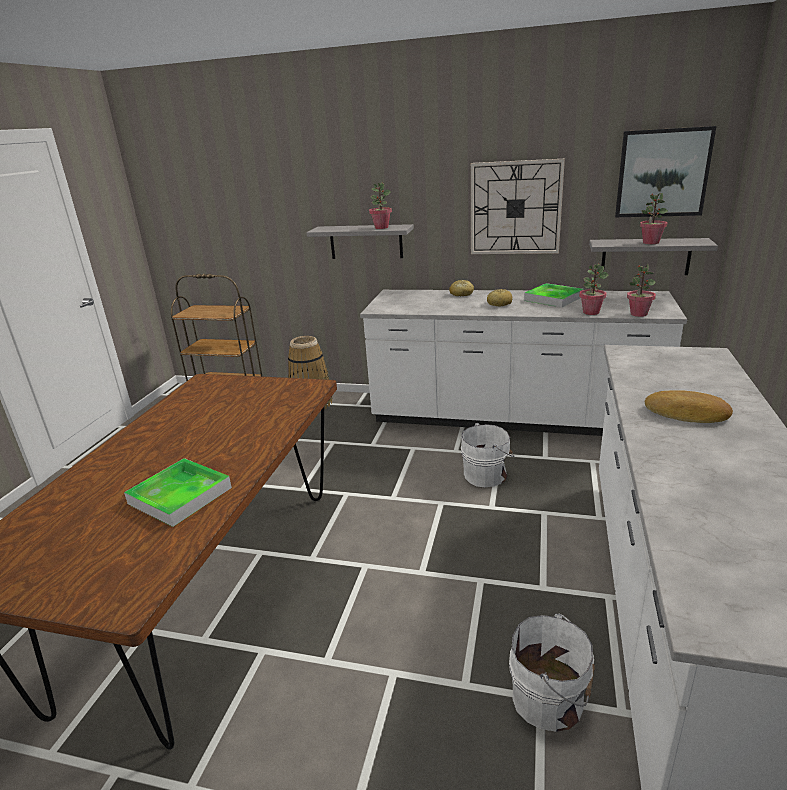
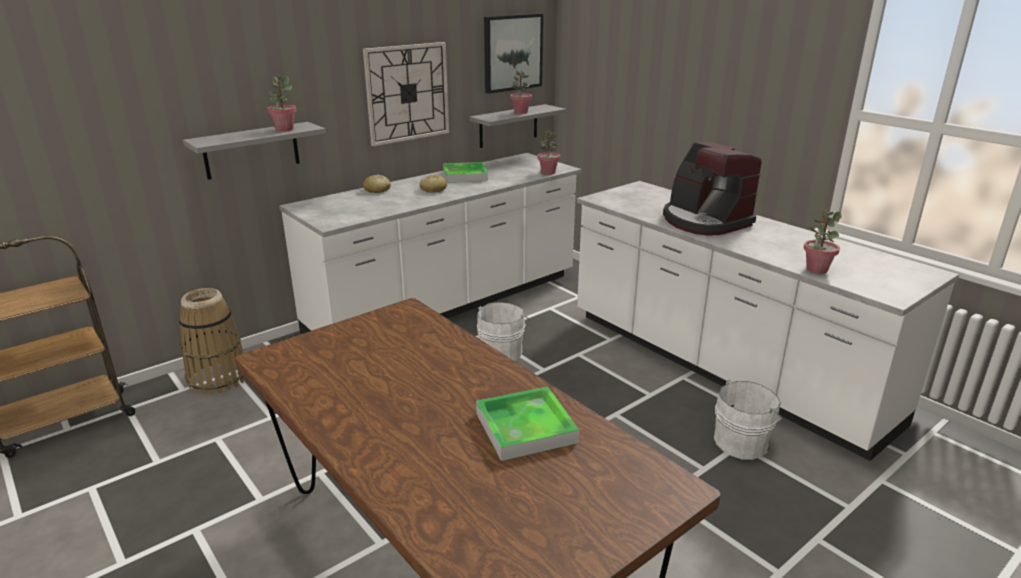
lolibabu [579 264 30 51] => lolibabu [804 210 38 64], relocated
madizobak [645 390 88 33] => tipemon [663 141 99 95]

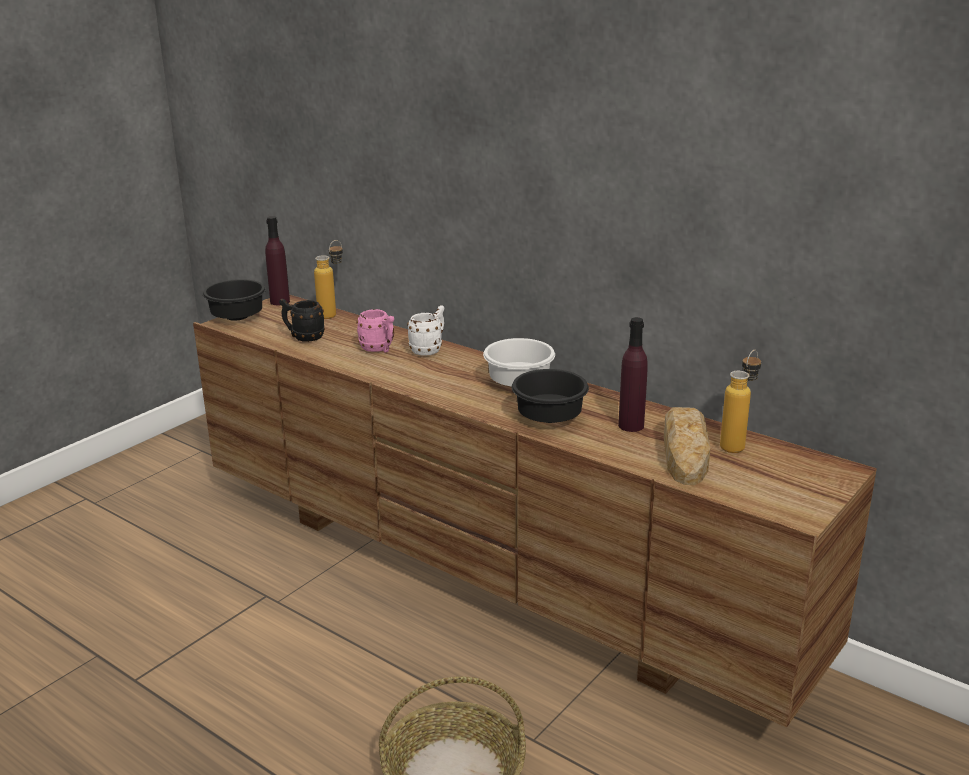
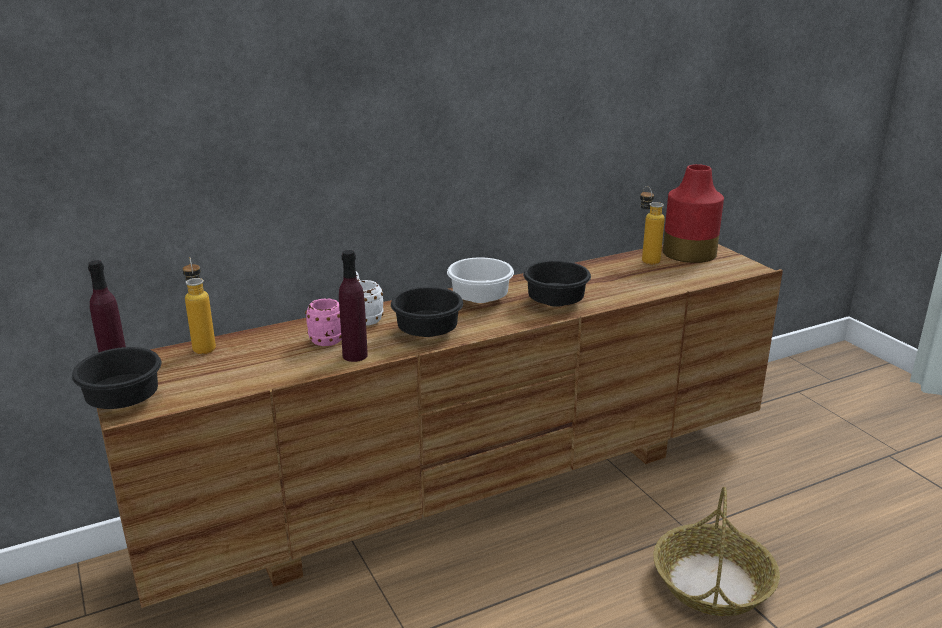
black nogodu [279 299 46 43] => nothing
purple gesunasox [618 317 30 115] => purple gesunasox [339 250 29 112], relocated
madizobak [664 407 47 78] => nothing
nothing => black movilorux [391 287 72 50]
nothing => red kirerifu [663 164 61 99]

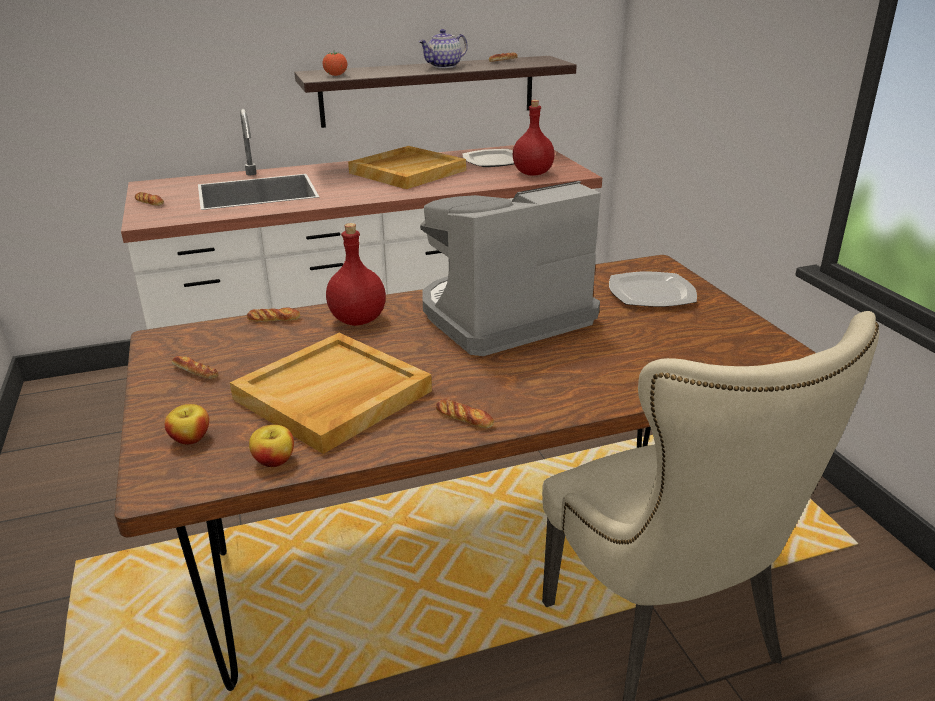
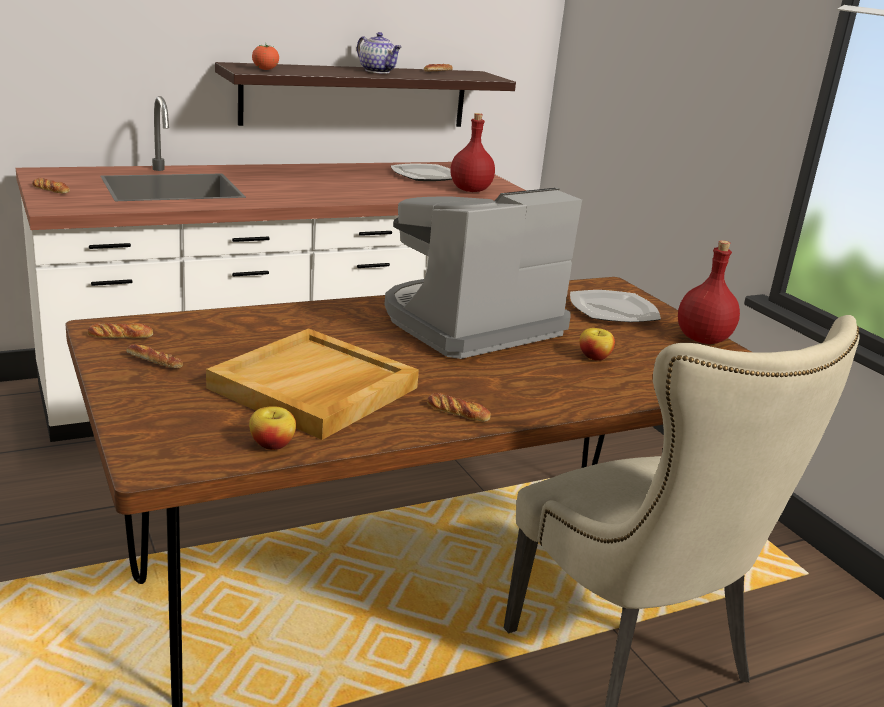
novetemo [165 404 44 40] => novetemo [579 328 36 33], relocated
madizobak [247 307 53 15] => madizobak [88 323 65 15], relocated
red gesunasox [326 223 60 103] => red gesunasox [678 240 62 104], relocated
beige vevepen [348 146 118 43] => nothing
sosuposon [419 29 49 39] => sosuposon [357 32 45 41], 90 degrees counterclockwise

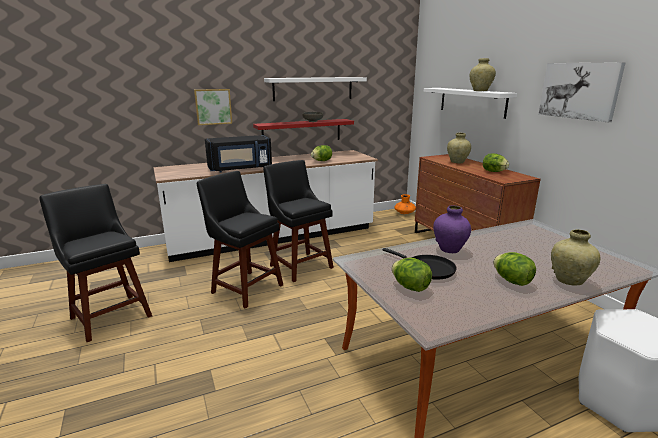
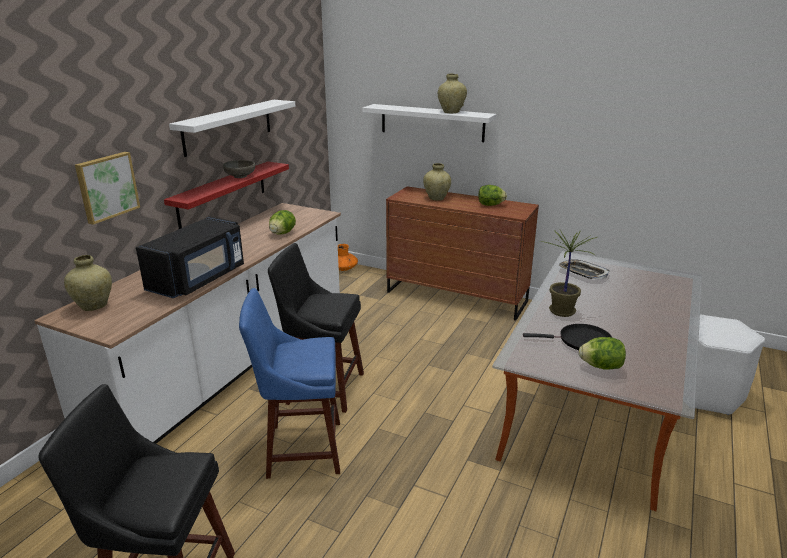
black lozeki [197 171 86 138] => blue lozeki [239 288 101 191]
purple kirerifu [433 206 38 47] => lolibabu [540 230 57 87]
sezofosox [493 252 43 34] => nothing
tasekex [539 62 87 60] => nothing
beige kirerifu [551 229 49 57] => beige kirerifu [64 255 48 56], relocated
nothing => vevepen [559 259 51 20]

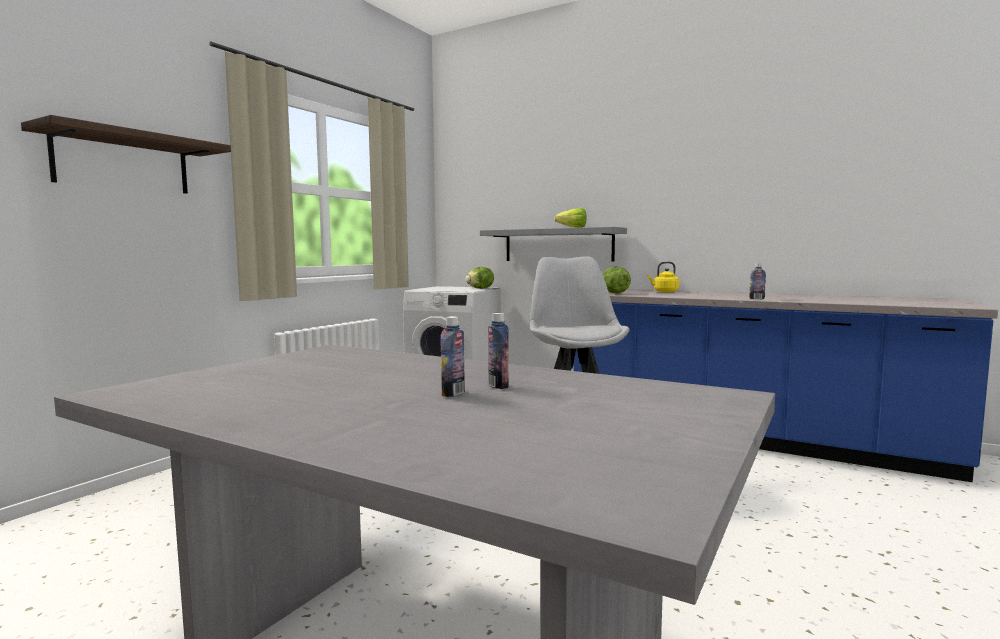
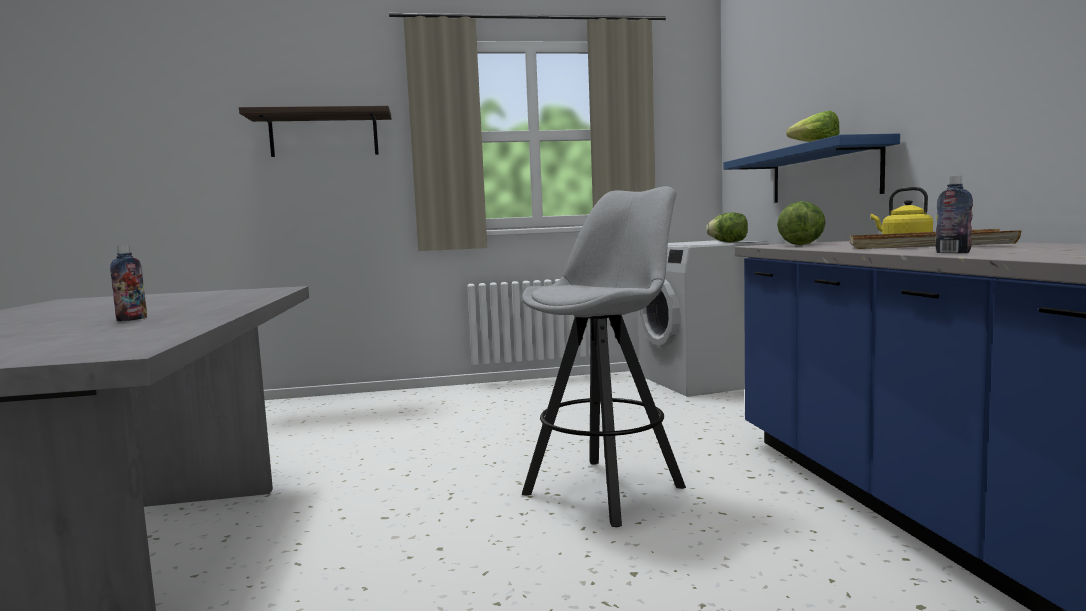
gesunasox [441 316 24 81] => nothing
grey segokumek [480 227 147 34] => blue segokumek [723 133 177 70]
nothing => beige vevepen [850 229 172 20]

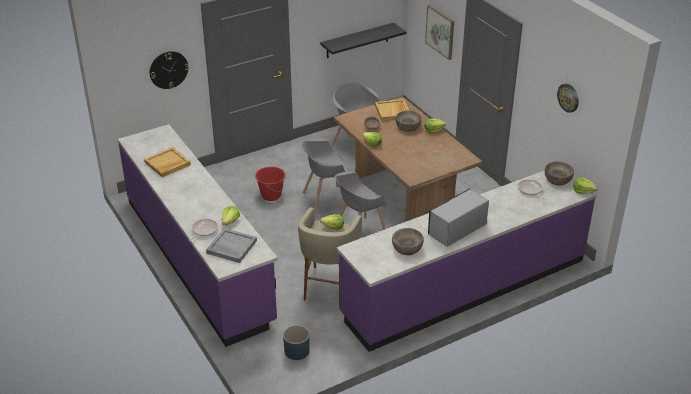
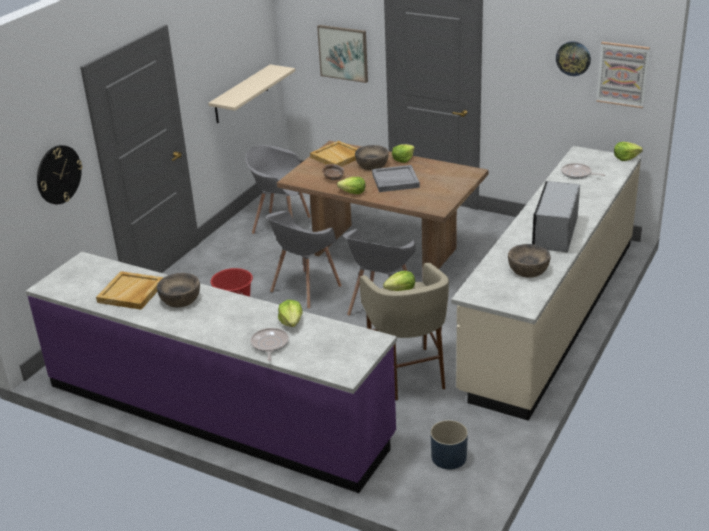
grey vevepen [206 228 51 35] => grey vevepen [372 165 48 27], relocated
black segokumek [320 23 87 35] => beige segokumek [208 64 87 60]
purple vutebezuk [337 170 259 182] => beige vutebezuk [451 146 190 275]
brown movilorux [545 161 29 25] => brown movilorux [157 273 43 35], relocated
nothing => tasekex [596 42 54 66]

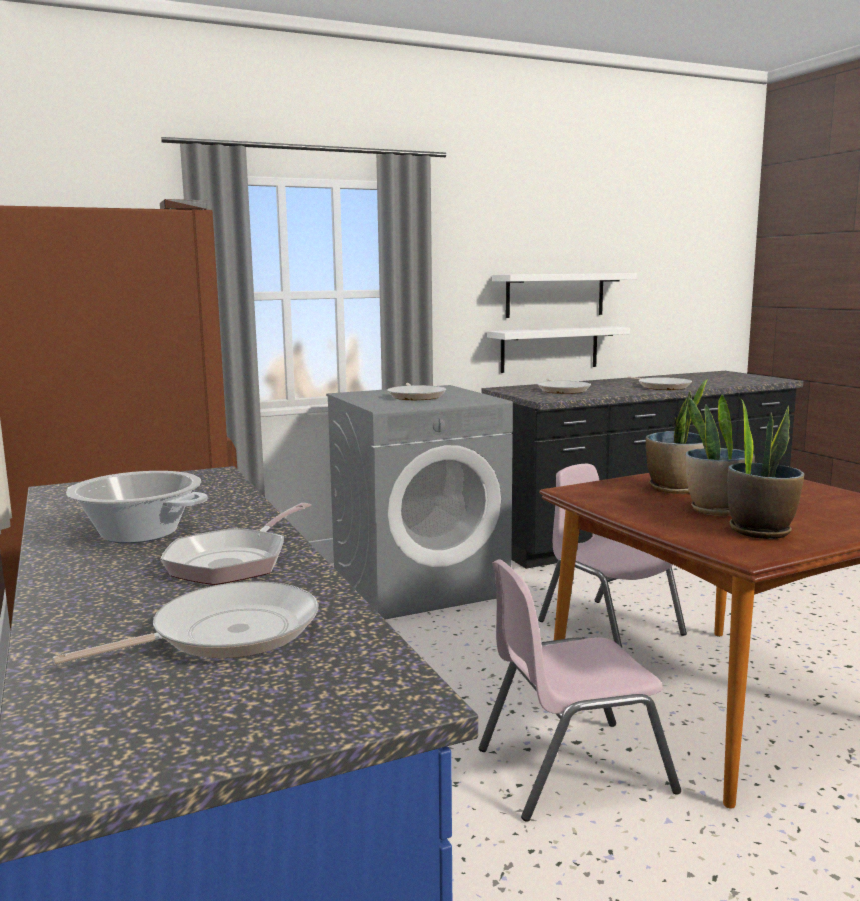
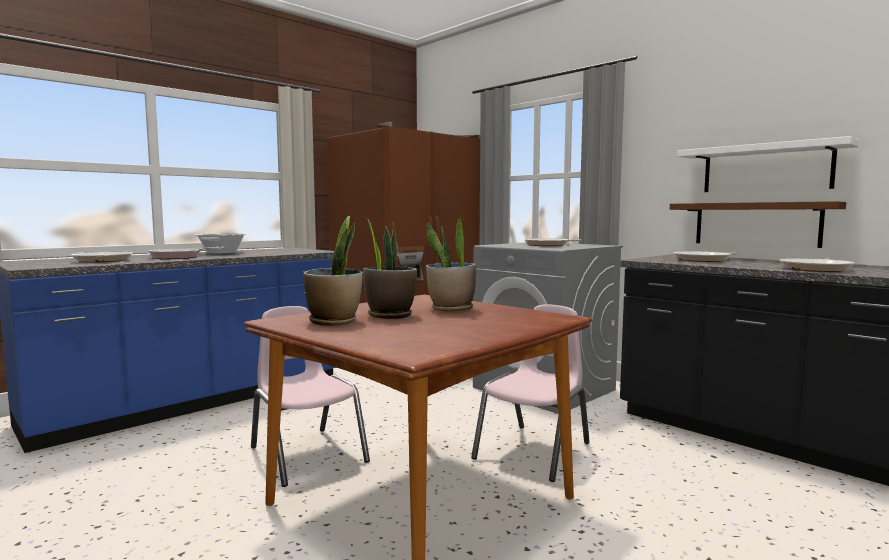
white segokumek [487 326 143 47] => brown segokumek [670 201 176 47]

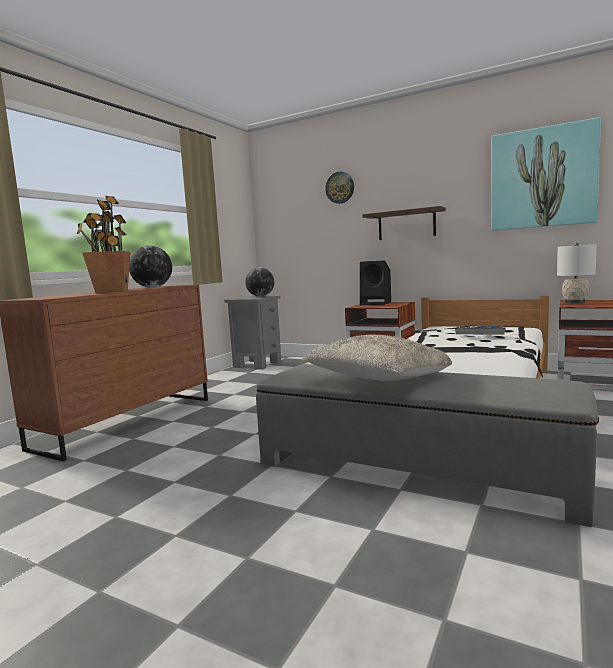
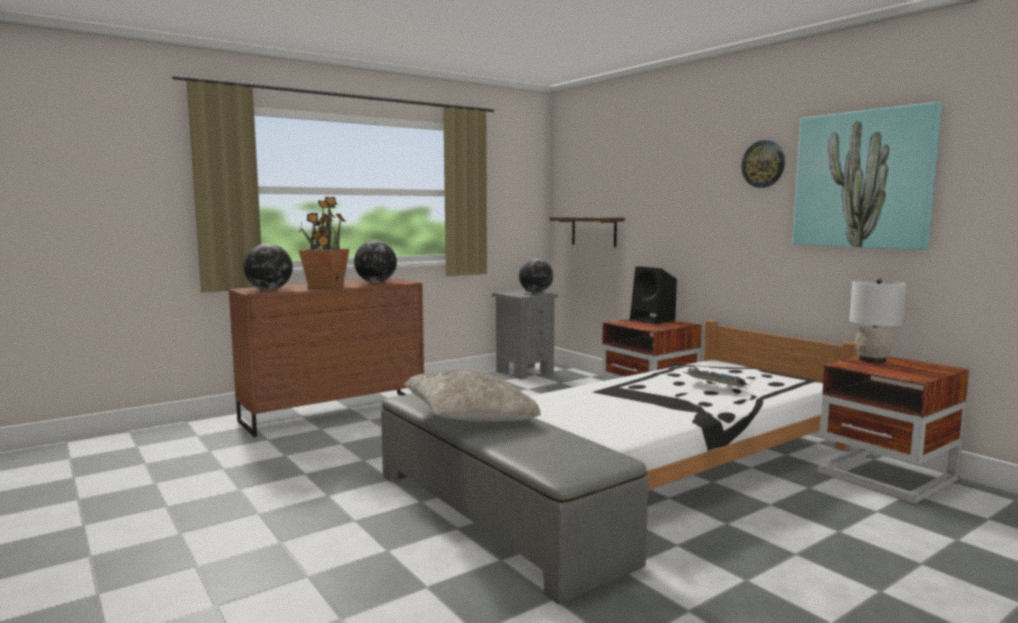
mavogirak [325 172 29 32] => mavogirak [741 140 44 48], relocated
segokumek [362 206 84 34] => segokumek [549 217 76 30], relocated
nothing => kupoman [243 244 50 46]

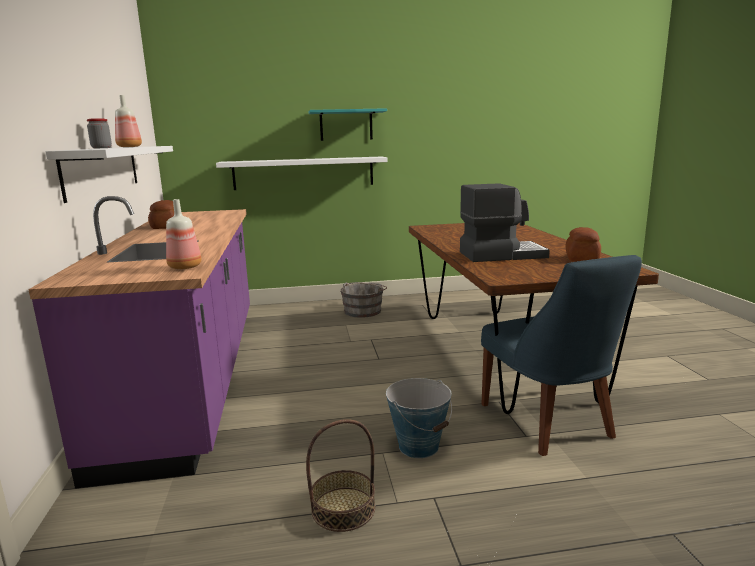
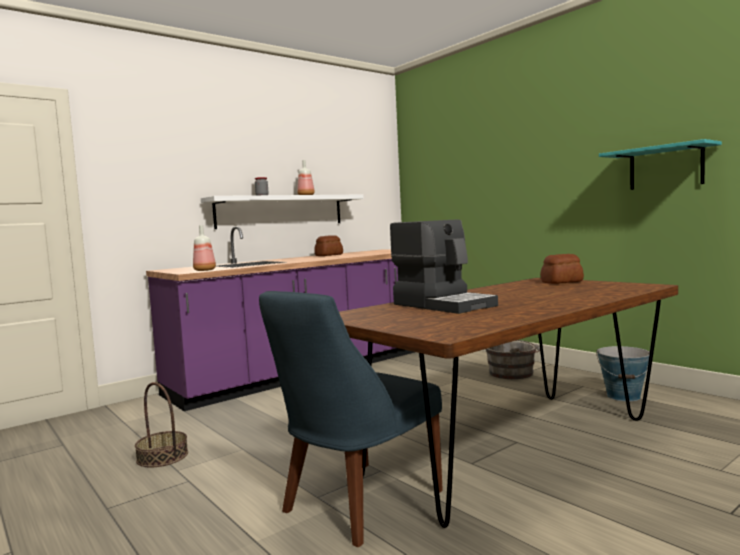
white segokumek [216 156 171 34] => nothing
turquoise segokumek [309 108 78 33] => turquoise segokumek [599 139 123 51], relocated
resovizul [386 378 66 80] => resovizul [596 346 54 55], relocated
madizobak [566 227 35 35] => madizobak [541 254 43 30], relocated

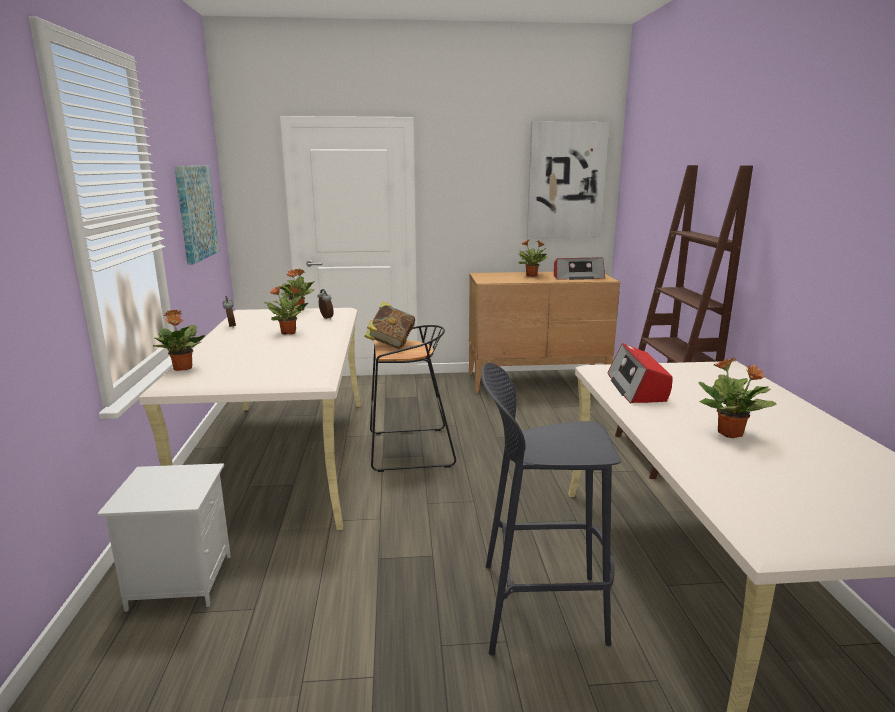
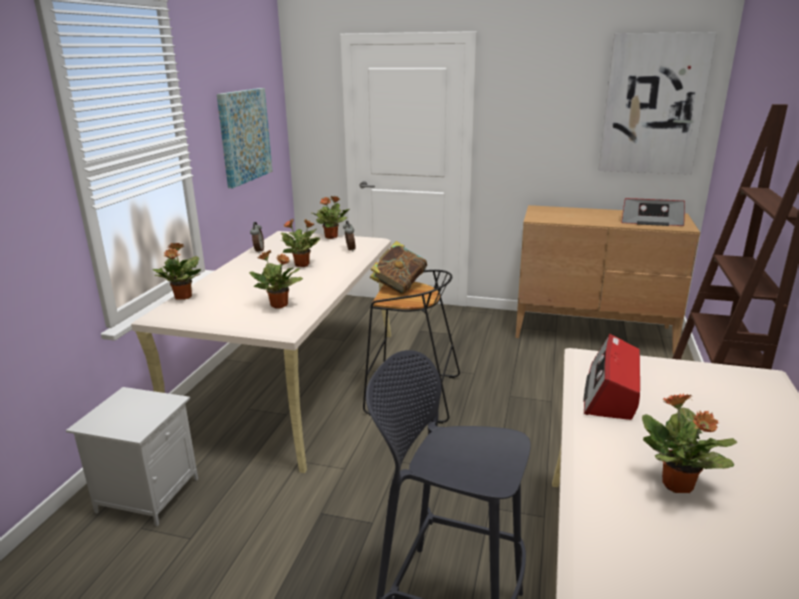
lolibabu [519 239 29 38] => lolibabu [249 250 54 59], relocated

